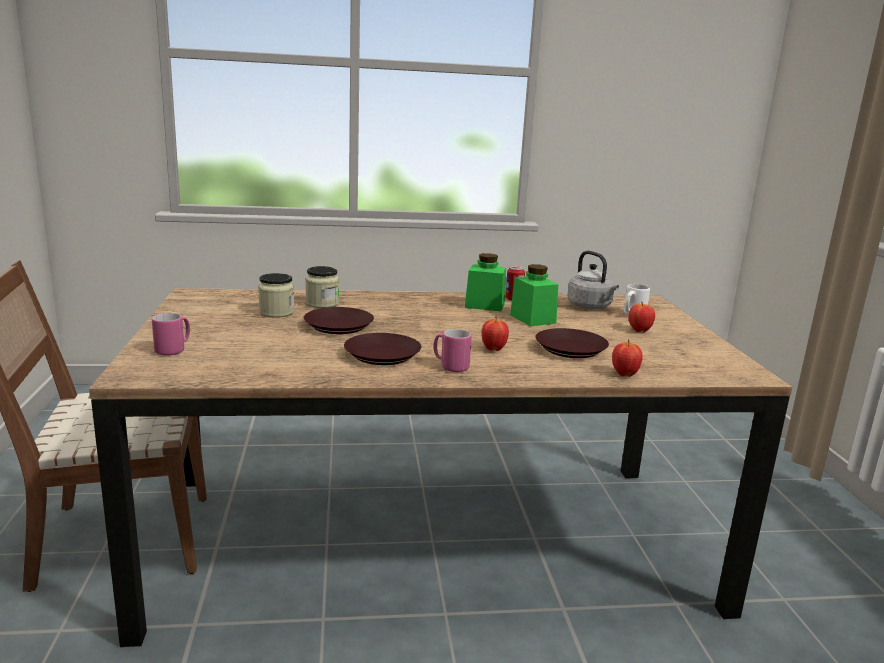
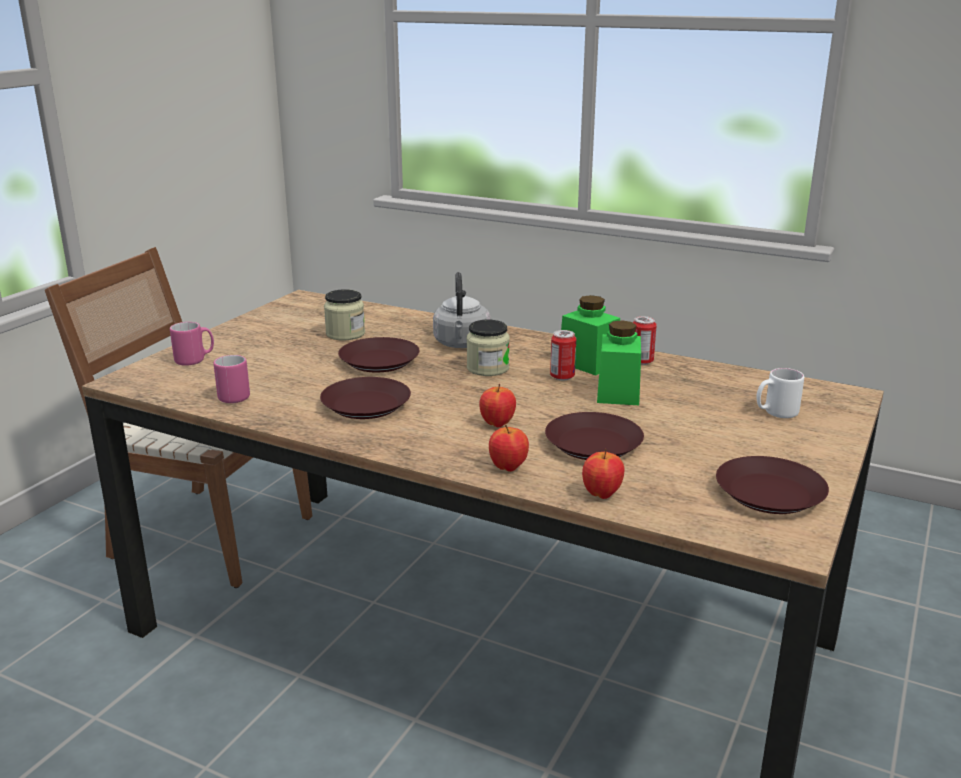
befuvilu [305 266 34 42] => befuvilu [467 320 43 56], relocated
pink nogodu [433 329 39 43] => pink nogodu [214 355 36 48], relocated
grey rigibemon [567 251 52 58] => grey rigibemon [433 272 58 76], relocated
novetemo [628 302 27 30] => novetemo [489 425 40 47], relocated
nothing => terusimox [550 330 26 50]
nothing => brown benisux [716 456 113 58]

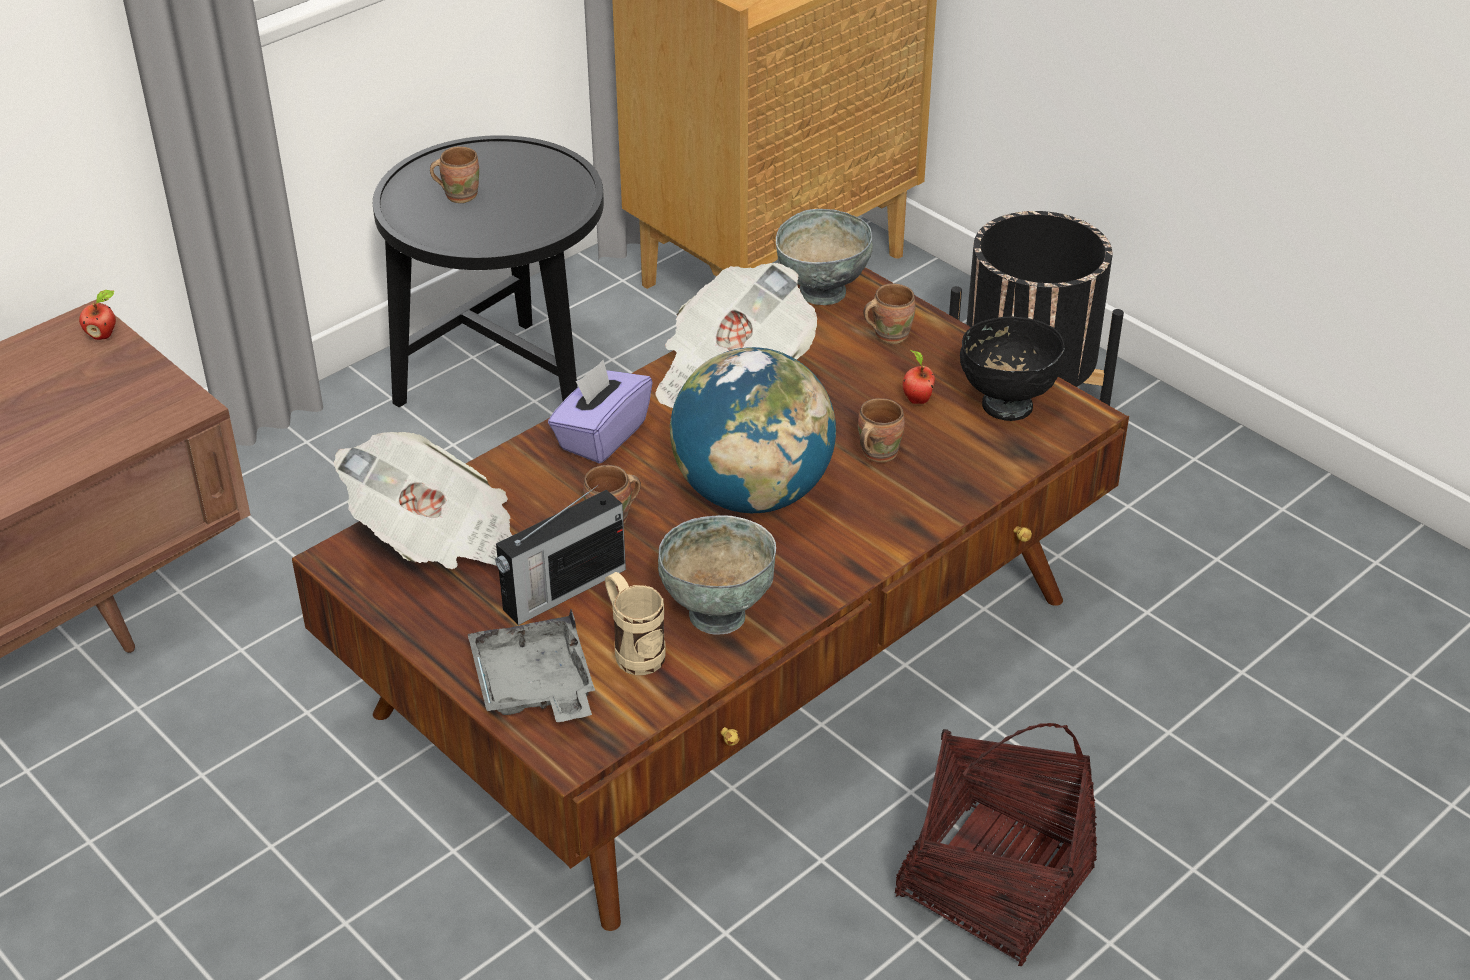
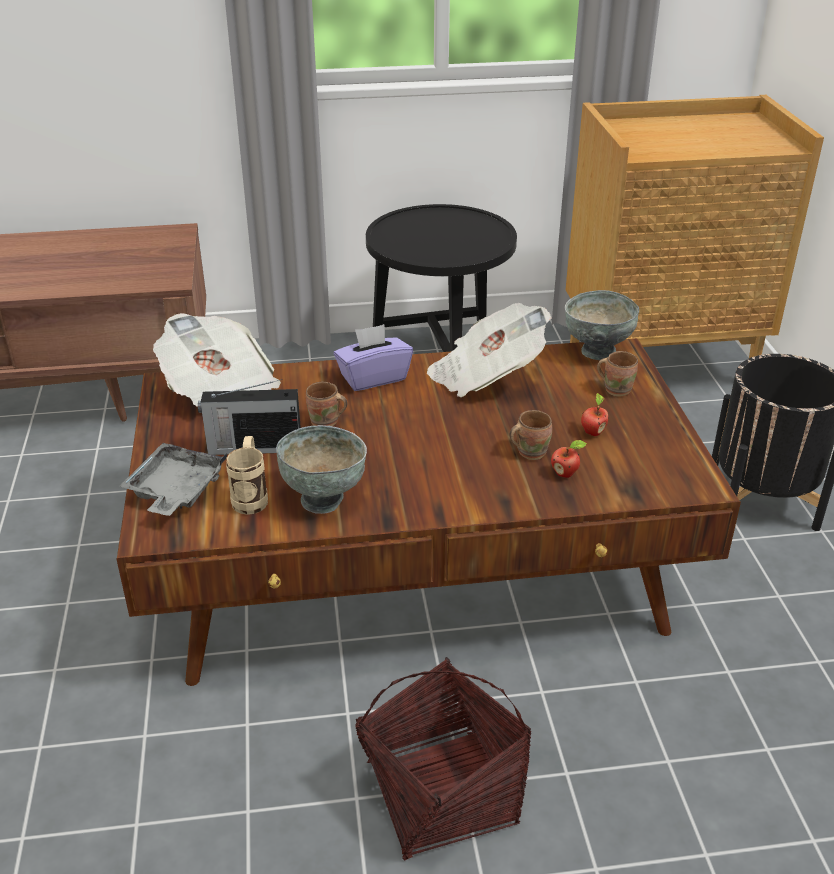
novetemo [79 290 37 50] => novetemo [551 440 36 38], relocated
brown nogodu [430 146 49 57] => nothing
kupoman [670 347 166 166] => nothing
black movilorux [960 316 105 105] => nothing

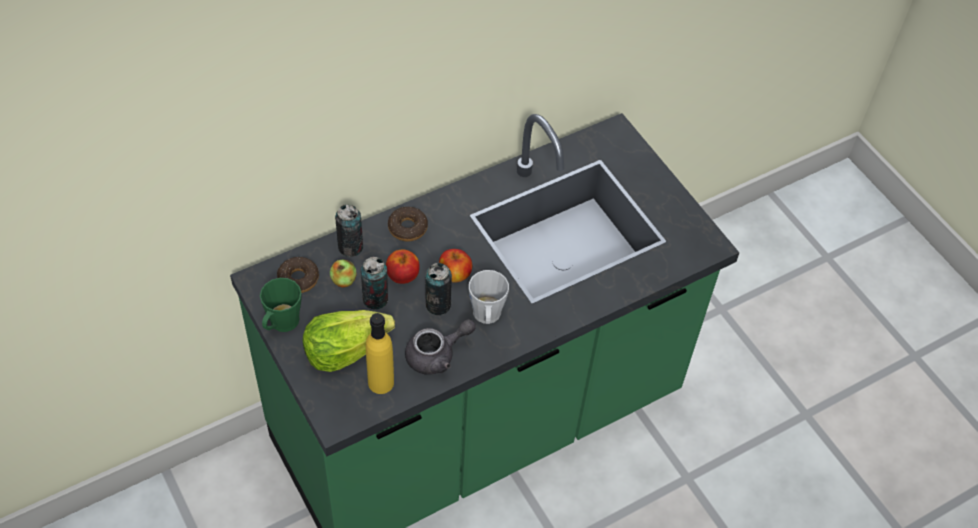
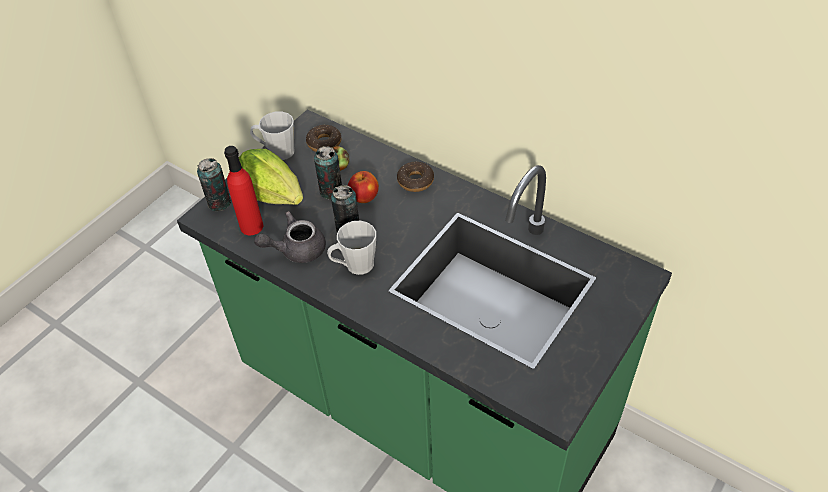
green nogodu [260 278 41 54] => grey nogodu [250 111 45 49]
terusimox [335 204 29 53] => terusimox [197 158 34 53], relocated
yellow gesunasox [366 313 28 81] => red gesunasox [224 146 40 89]
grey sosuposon [405 319 71 56] => grey sosuposon [254 211 72 52], 120 degrees clockwise
novetemo [439 249 33 34] => nothing

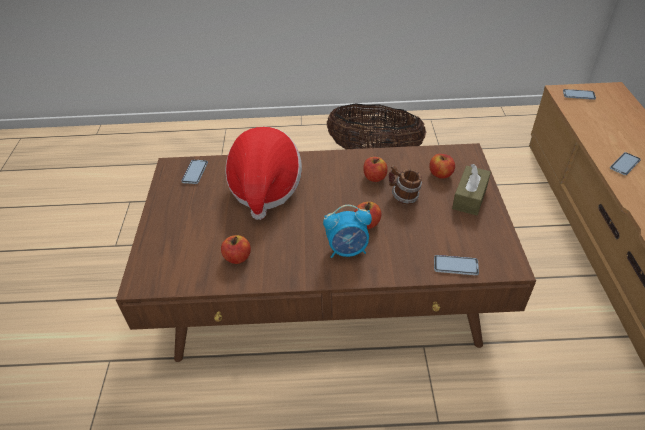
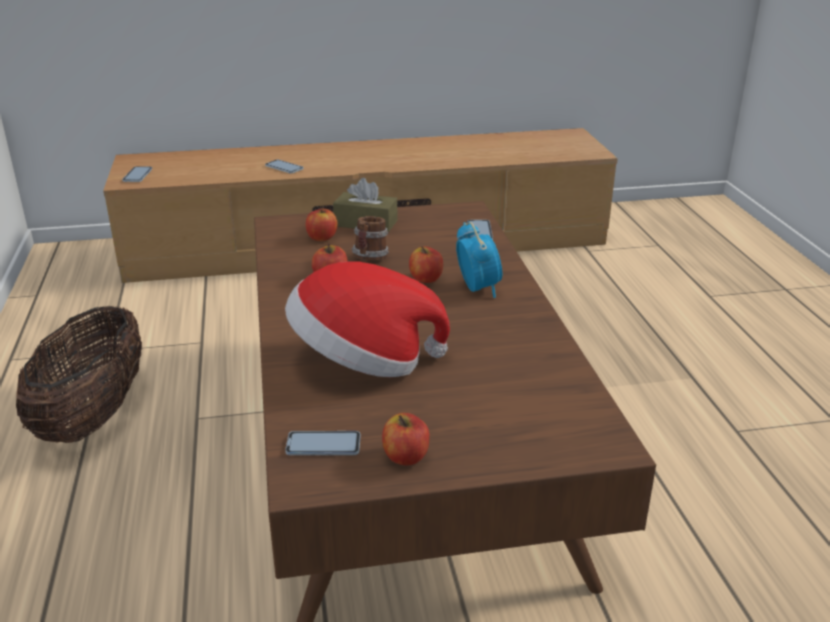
novetemo [221 235 30 29] => novetemo [382 413 48 52], relocated

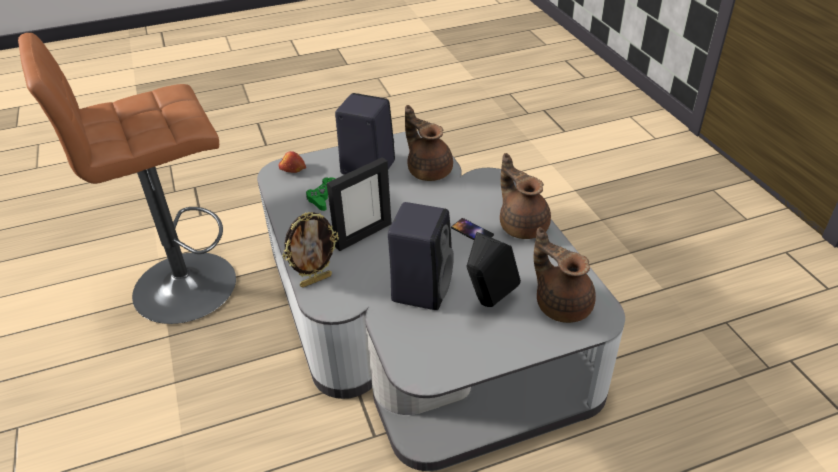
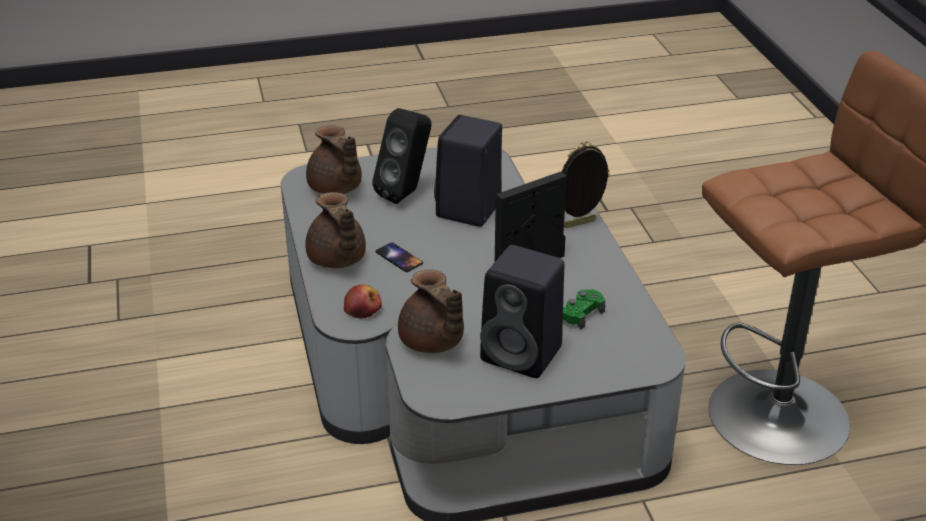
novetemo [278 151 28 22] => novetemo [344 285 38 34], relocated

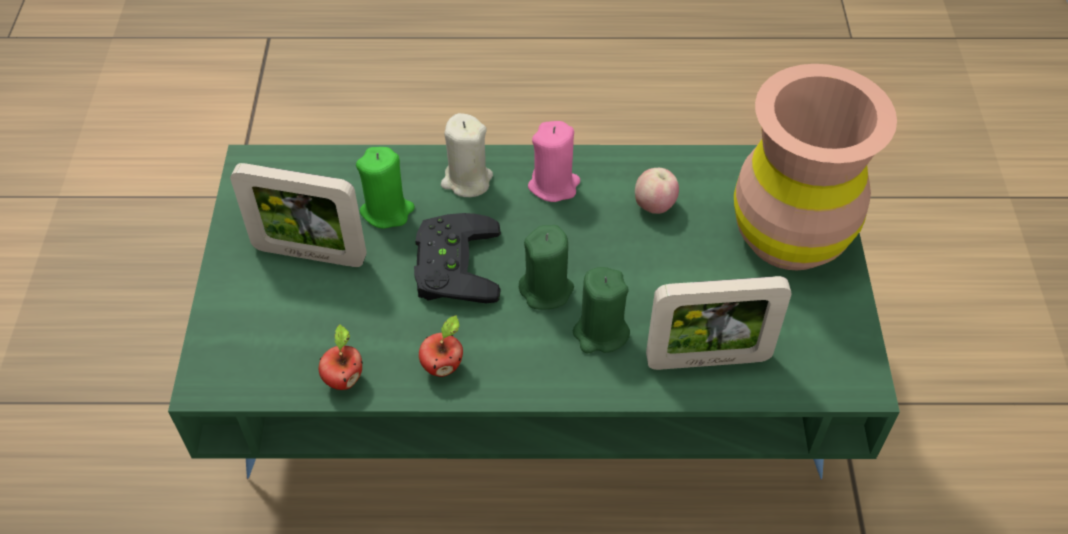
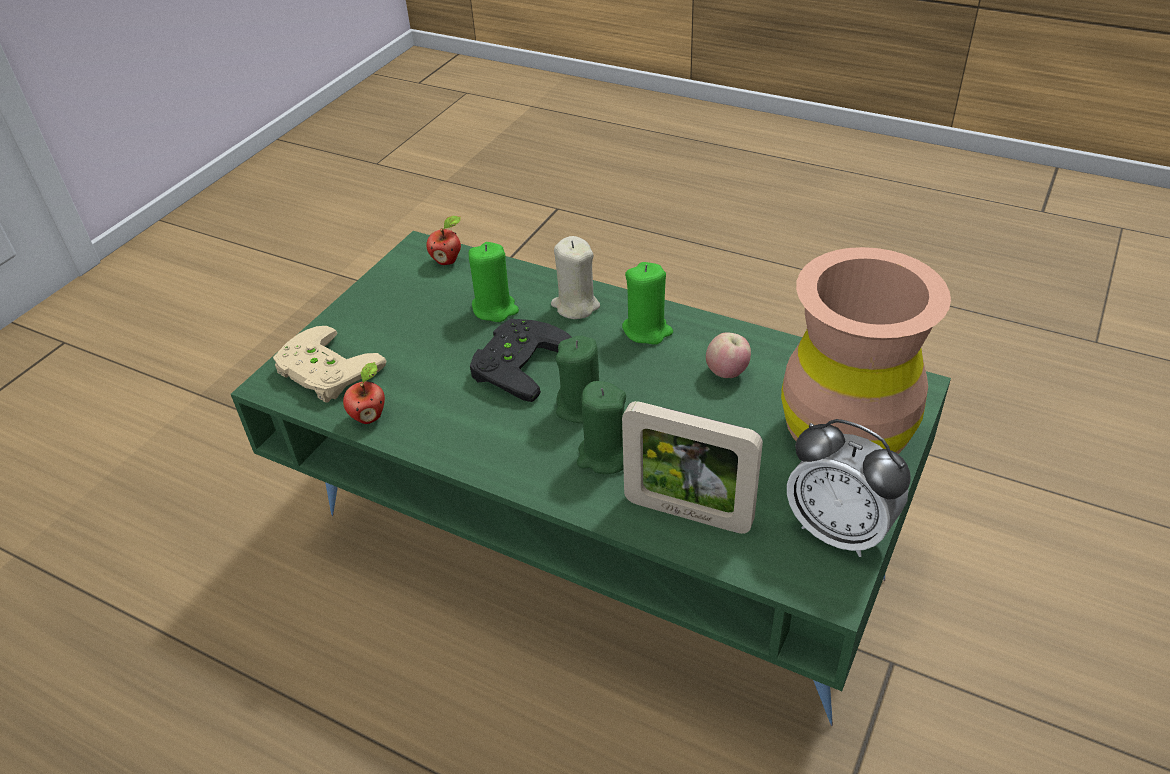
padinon [230 163 137 104] => nothing
novetemo [419 315 44 62] => novetemo [426 216 35 49], relocated
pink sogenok [528 121 52 81] => green sogenok [622 262 51 83]
nothing => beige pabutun [273 326 113 77]
nothing => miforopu [787 419 124 138]

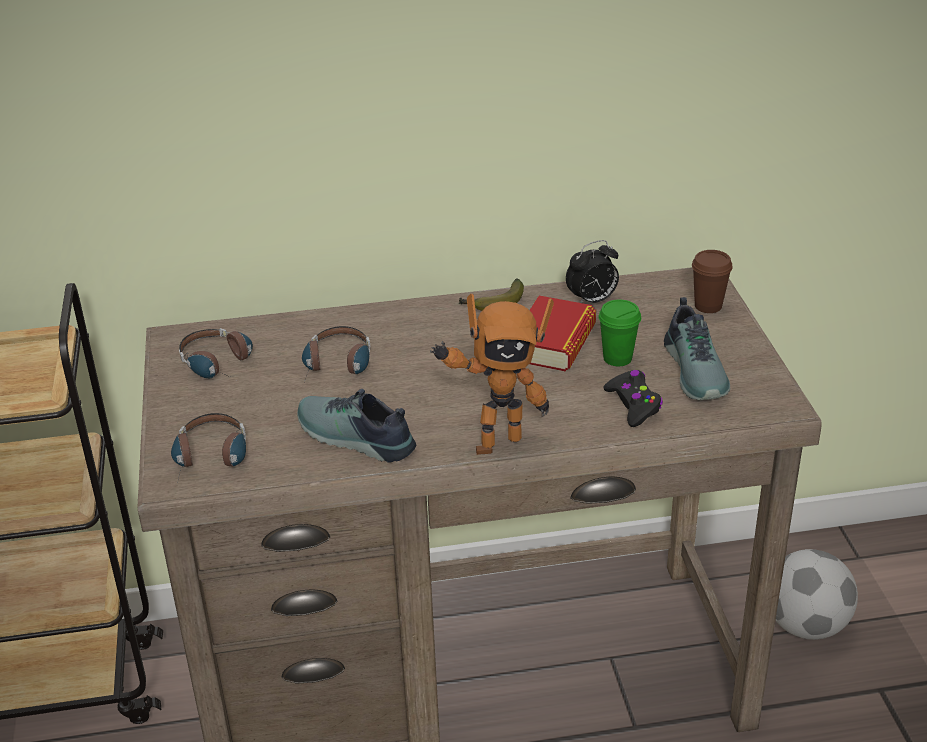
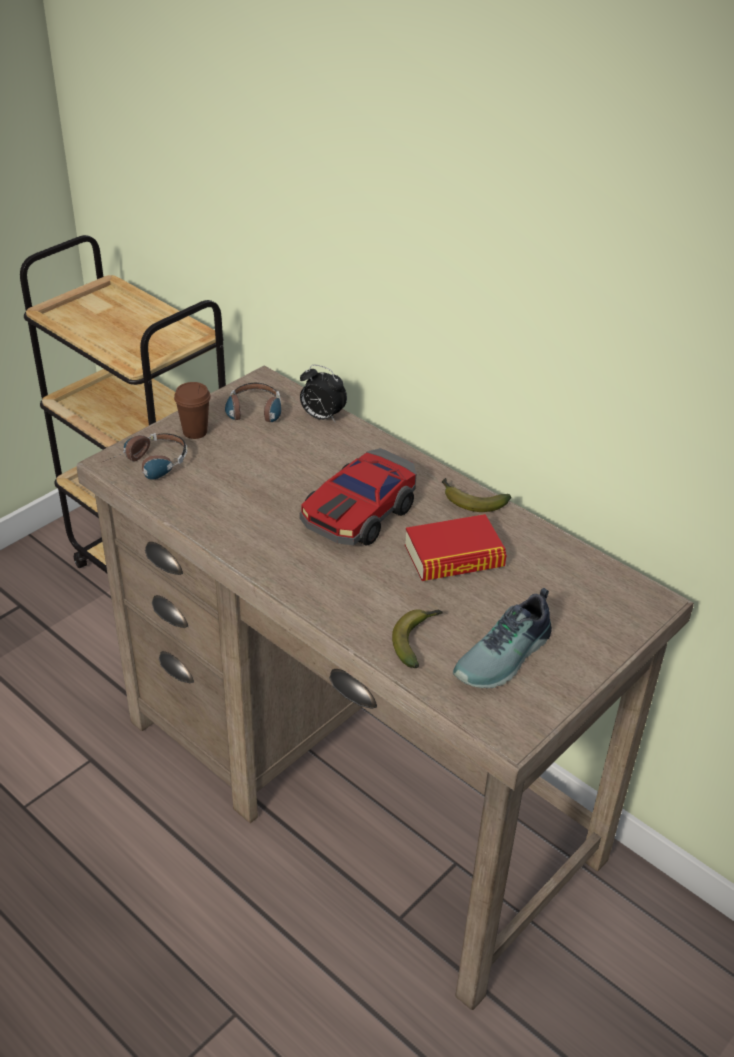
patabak [297 389 119 74] => nothing
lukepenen [302 326 68 56] => nothing
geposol [430 294 124 161] => nothing
miforopu [566 240 53 63] => miforopu [300 365 47 58], relocated
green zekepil [599 300 42 66] => nothing
black pabutun [603 370 60 57] => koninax [392 609 51 59]
brown zekepil [692 250 41 63] => brown zekepil [174 382 37 57], relocated
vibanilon [775 549 83 91] => nothing
nothing => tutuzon [300 448 116 98]

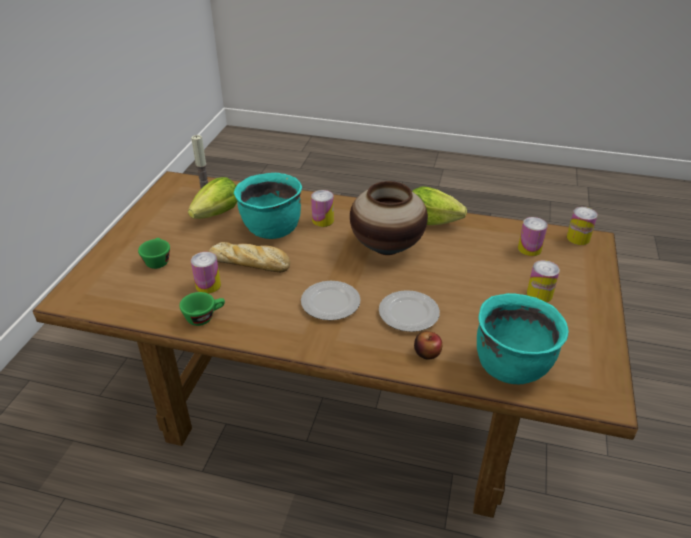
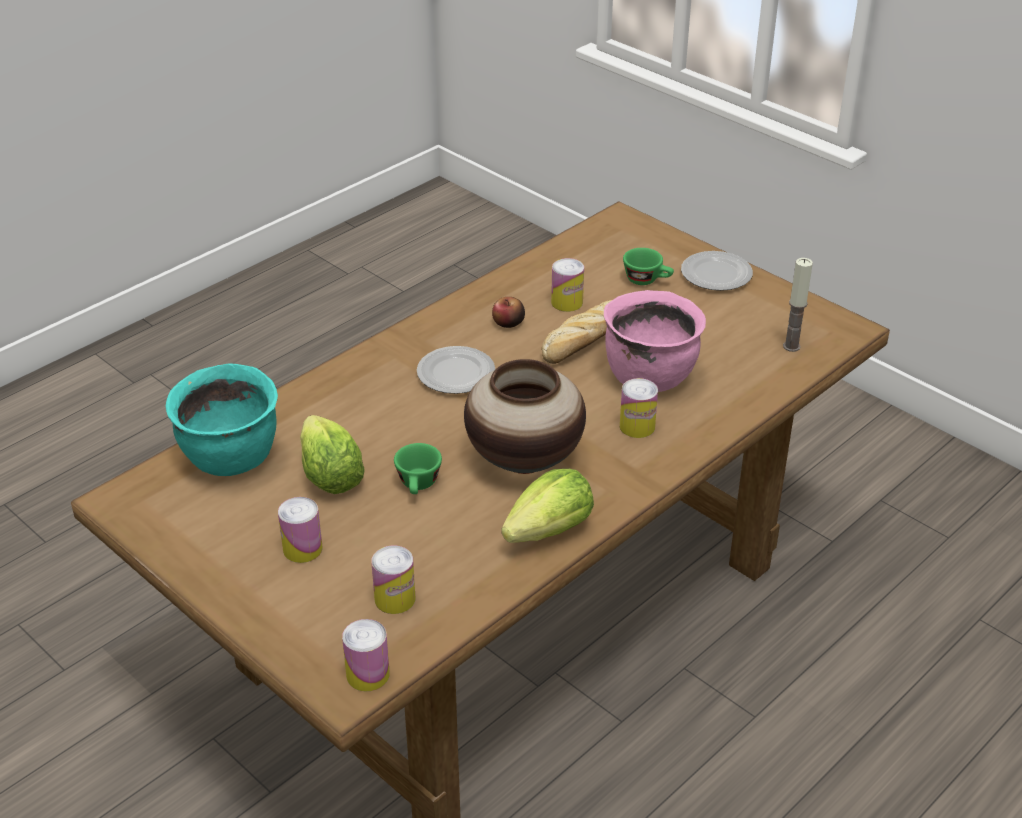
green zekepil [179 292 46 34] => green zekepil [394 443 48 51], relocated
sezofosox [188 177 49 42] => sezofosox [300 415 65 79], relocated
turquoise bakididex [234 173 68 66] => pink bakididex [604 290 102 102]
benisux [379 290 61 42] => benisux [681 251 72 40], relocated
novetemo [414 331 28 28] => novetemo [492 297 33 31], relocated

